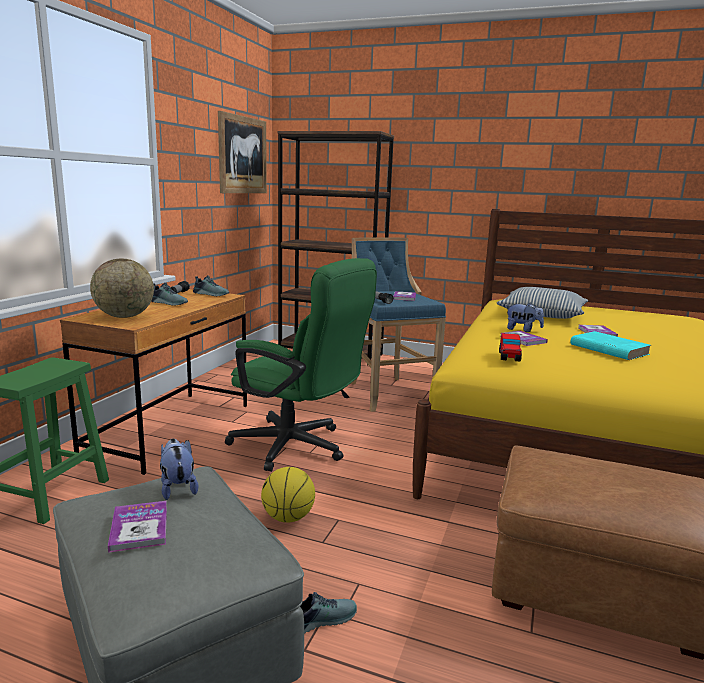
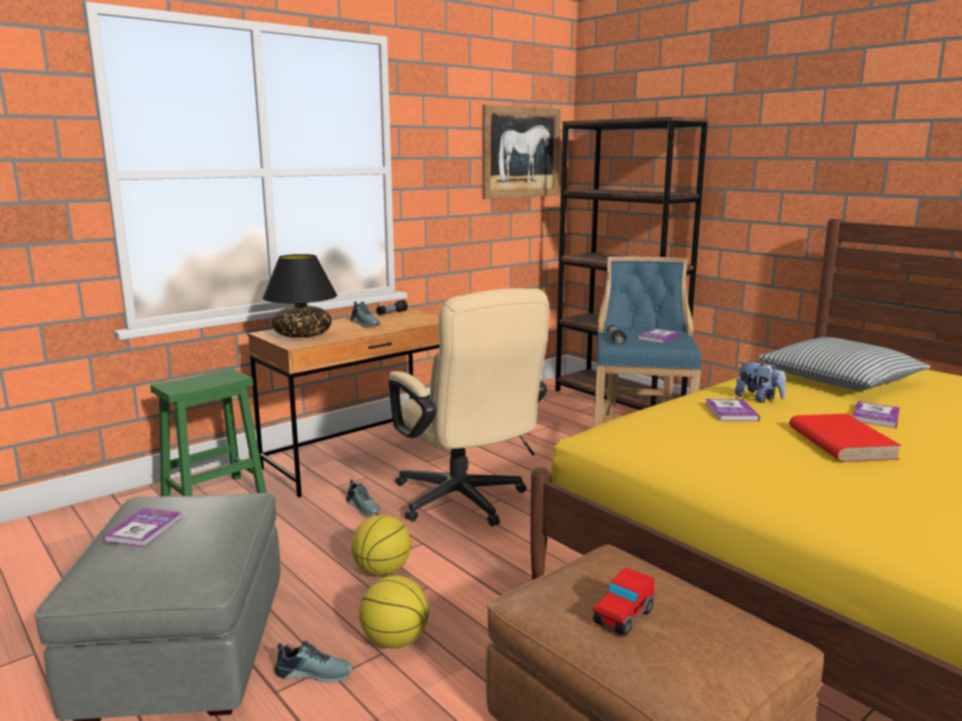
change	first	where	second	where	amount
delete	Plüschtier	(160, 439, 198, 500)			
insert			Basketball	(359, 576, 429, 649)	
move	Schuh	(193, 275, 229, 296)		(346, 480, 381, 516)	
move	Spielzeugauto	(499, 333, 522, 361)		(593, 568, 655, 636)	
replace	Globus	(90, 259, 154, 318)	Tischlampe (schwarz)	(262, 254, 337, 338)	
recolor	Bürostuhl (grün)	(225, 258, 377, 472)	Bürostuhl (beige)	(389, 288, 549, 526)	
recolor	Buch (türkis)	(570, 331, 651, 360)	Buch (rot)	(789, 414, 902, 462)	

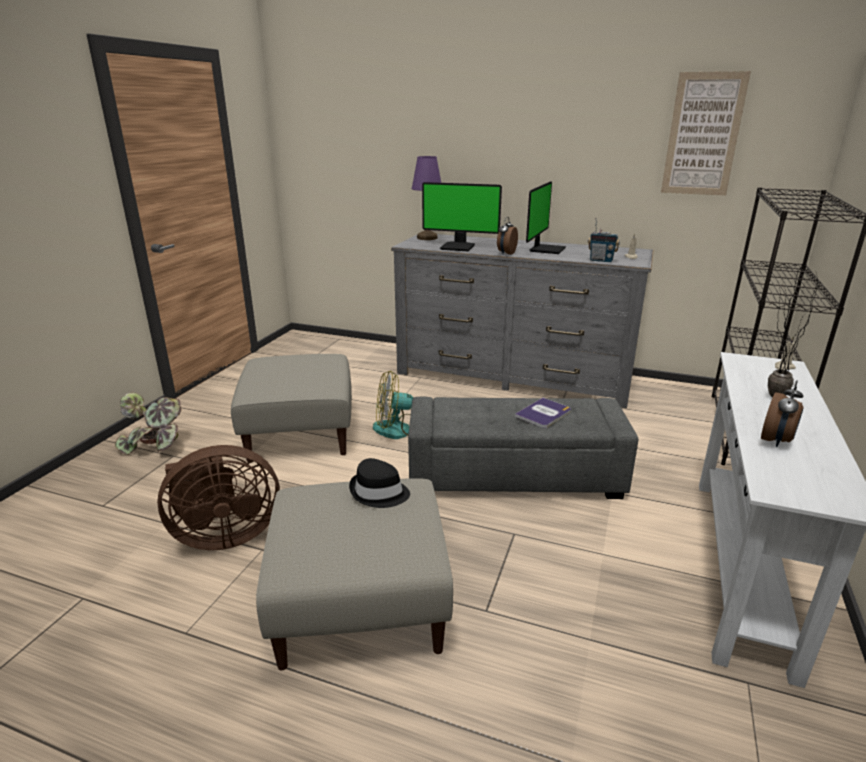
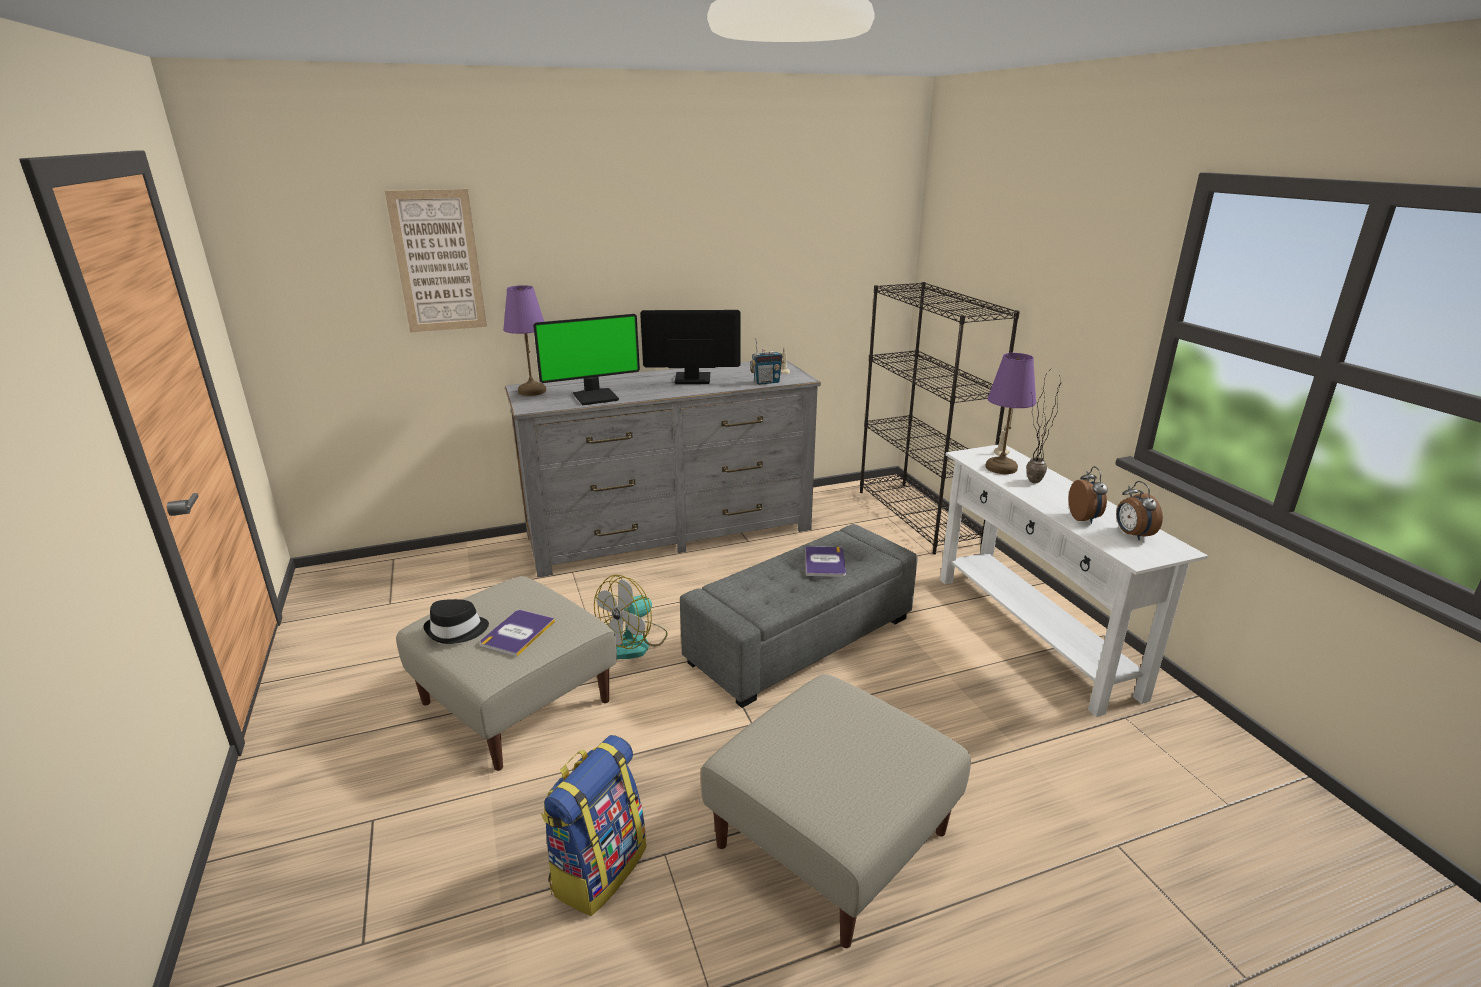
change	first	where	second	where	amount
delete	Topfpflanze	(115, 393, 182, 455)			
insert			Buch	(480, 610, 555, 657)	
insert			Tischlampe (lila)	(985, 353, 1036, 474)	
move	Hut (schwarz)	(349, 458, 410, 508)		(424, 599, 489, 644)	
move	Wecker	(497, 217, 518, 255)		(1116, 481, 1163, 540)	
move	Bild	(661, 71, 751, 195)		(385, 189, 487, 332)	
replace	Ventilator (braun)	(157, 445, 280, 550)	Rucksack	(541, 735, 646, 916)	
rotate	Monitor	(526, 181, 566, 254)		(640, 310, 740, 384)	75 degrees counterclockwise

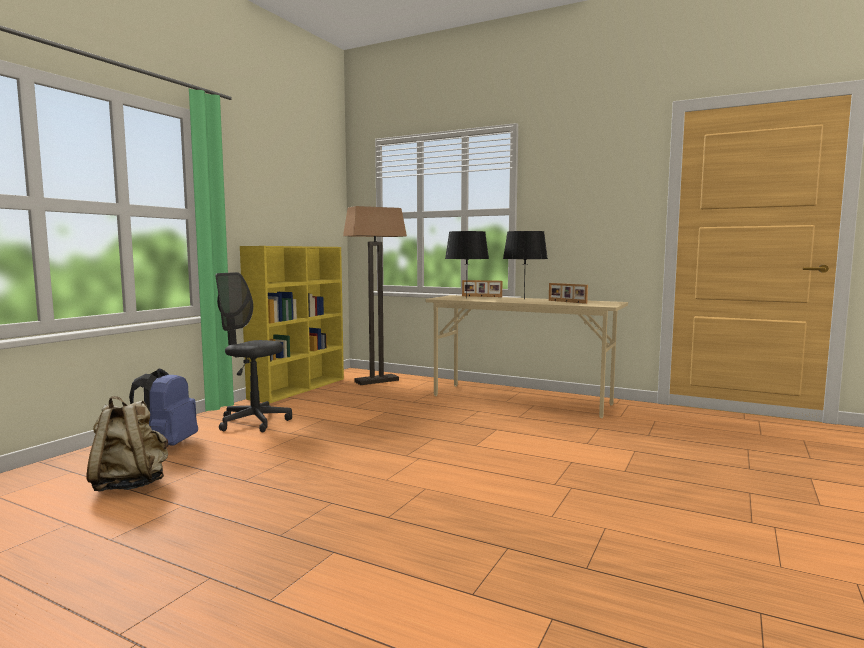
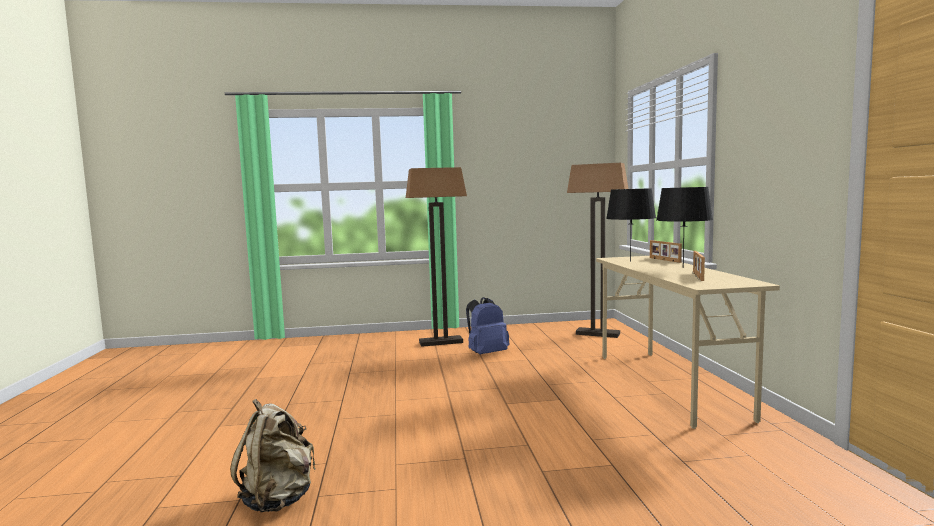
change	first	where	second	where	amount
delete	Bücherregal (gelb)	(240, 246, 344, 404)			
move	Rucksack (beige)	(87, 396, 168, 492)		(230, 399, 315, 512)	
move	Rucksack (blau)	(129, 368, 198, 446)		(466, 297, 509, 354)	
replace	Bürostuhl (grau)	(216, 272, 292, 432)	Stehlampe	(406, 167, 467, 347)	

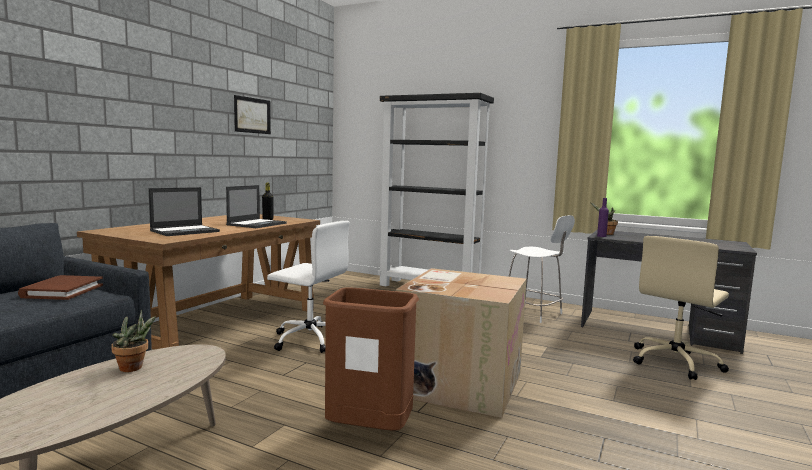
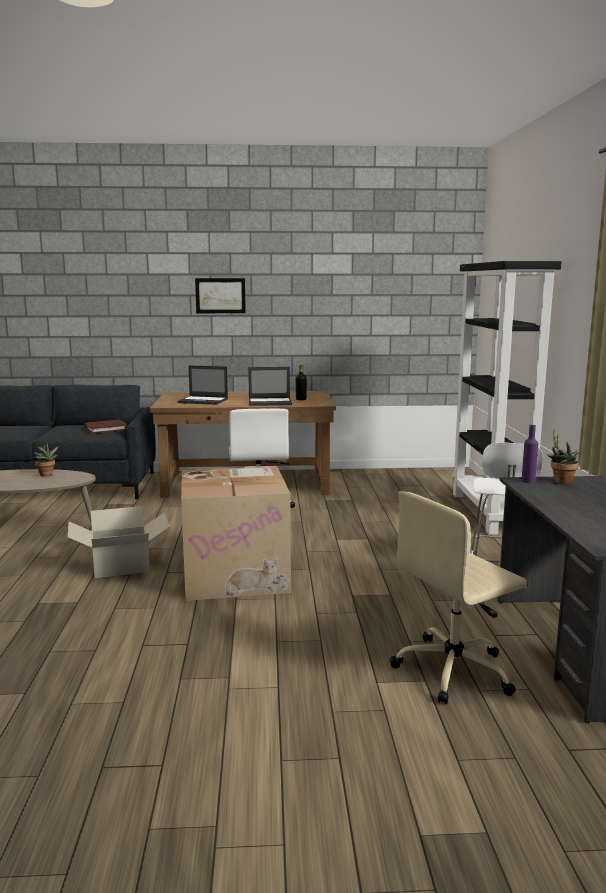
change	first	where	second	where	amount
move	Bild	(234, 95, 271, 134)		(195, 278, 246, 313)	
replace	Mülleimer (braun)	(323, 288, 419, 431)	Karton	(68, 506, 170, 578)	
rotate	Bürostuhl (beige)	(633, 236, 729, 380)		(390, 491, 527, 704)	45 degrees counterclockwise

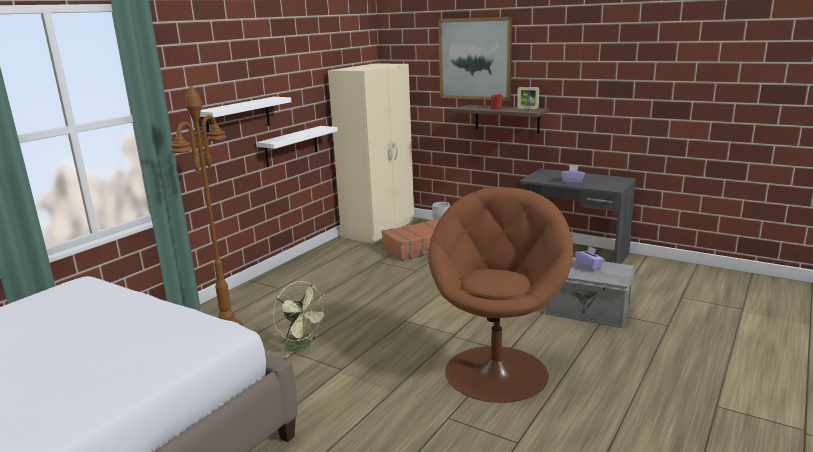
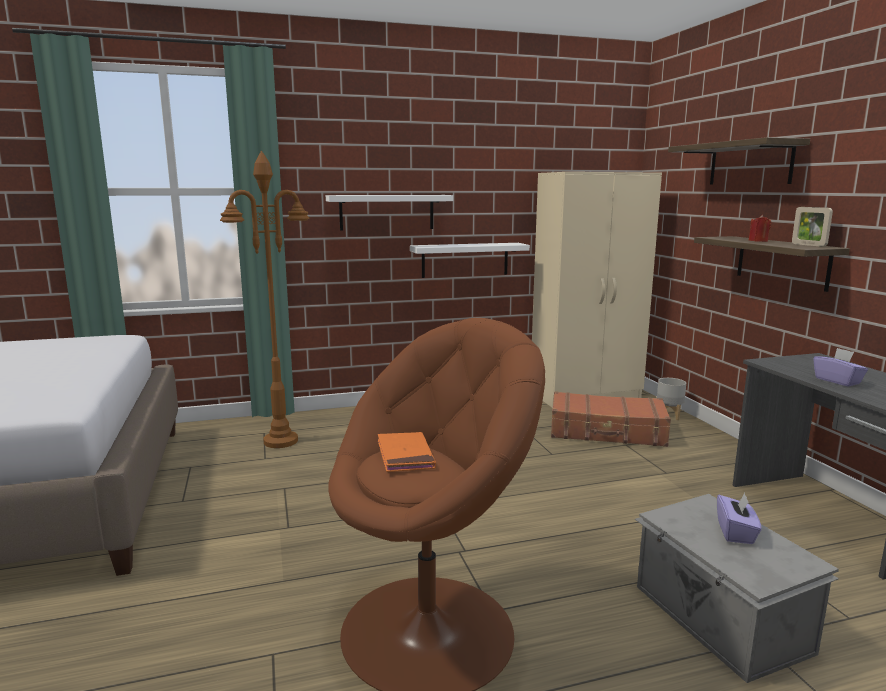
change	first	where	second	where	amount
delete	Ventilator (grün)	(273, 281, 328, 358)			
insert			Buch (orange)	(378, 432, 436, 472)	
replace	Bild	(438, 17, 512, 101)	Wandregal	(668, 137, 810, 184)	

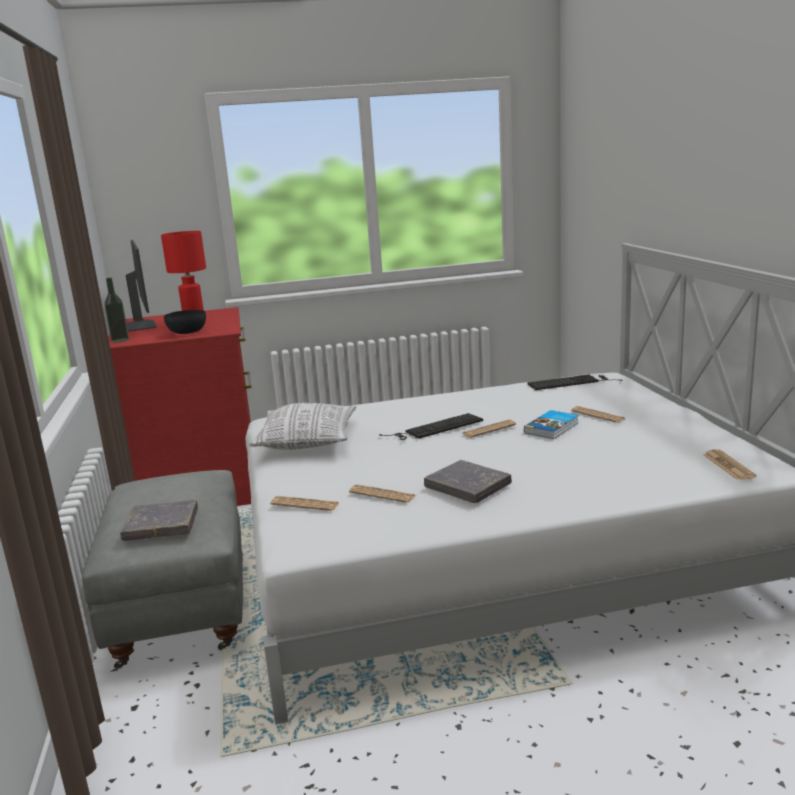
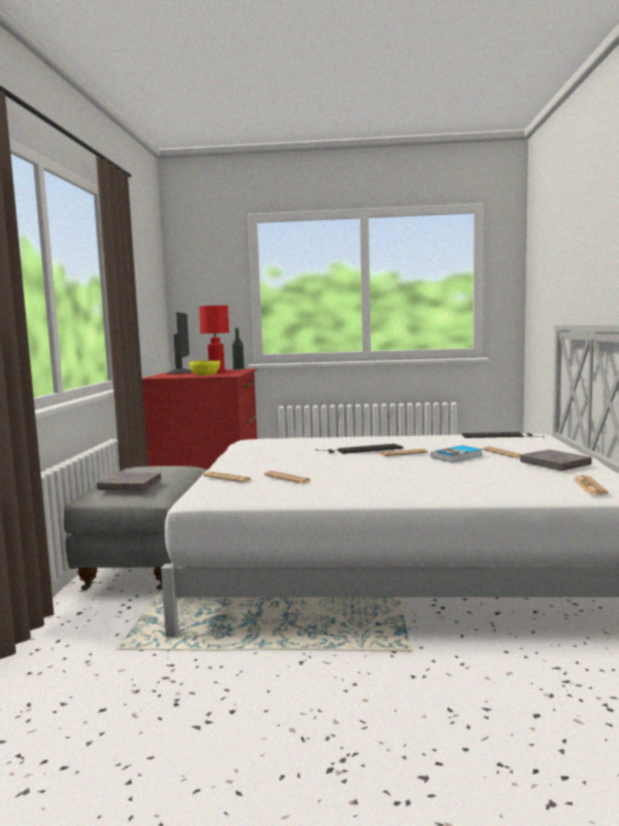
change	first	where	second	where	amount
delete	Kissen	(249, 403, 356, 450)			
move	Flasche	(104, 278, 129, 343)		(232, 328, 244, 370)	
move	Buch (grau)	(424, 460, 512, 503)		(520, 449, 592, 471)	
recolor	Schüssel (schwarz)	(164, 310, 206, 334)	Schüssel (gelb)	(190, 360, 220, 375)	

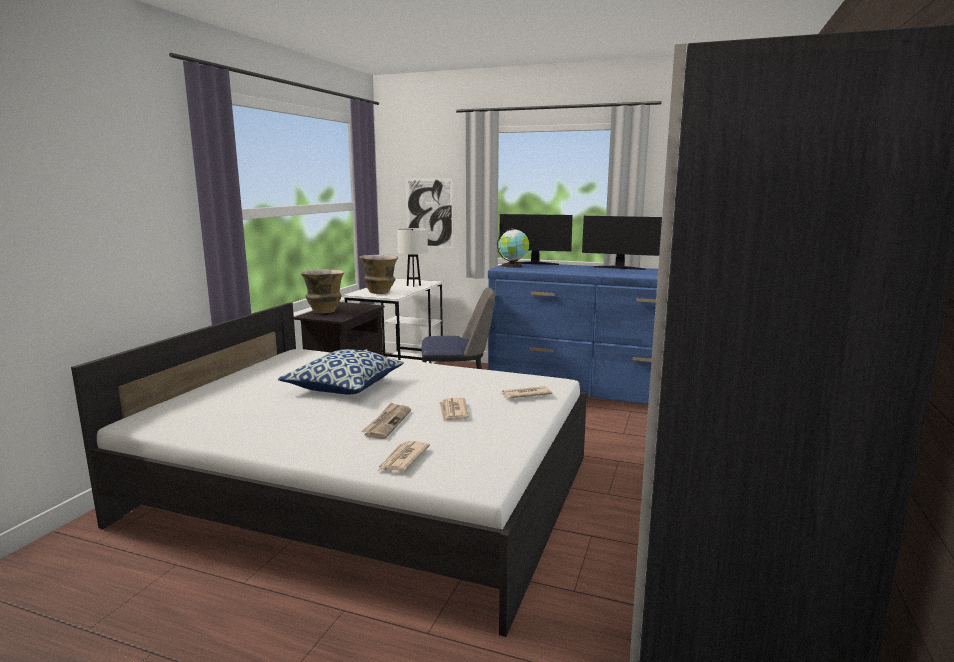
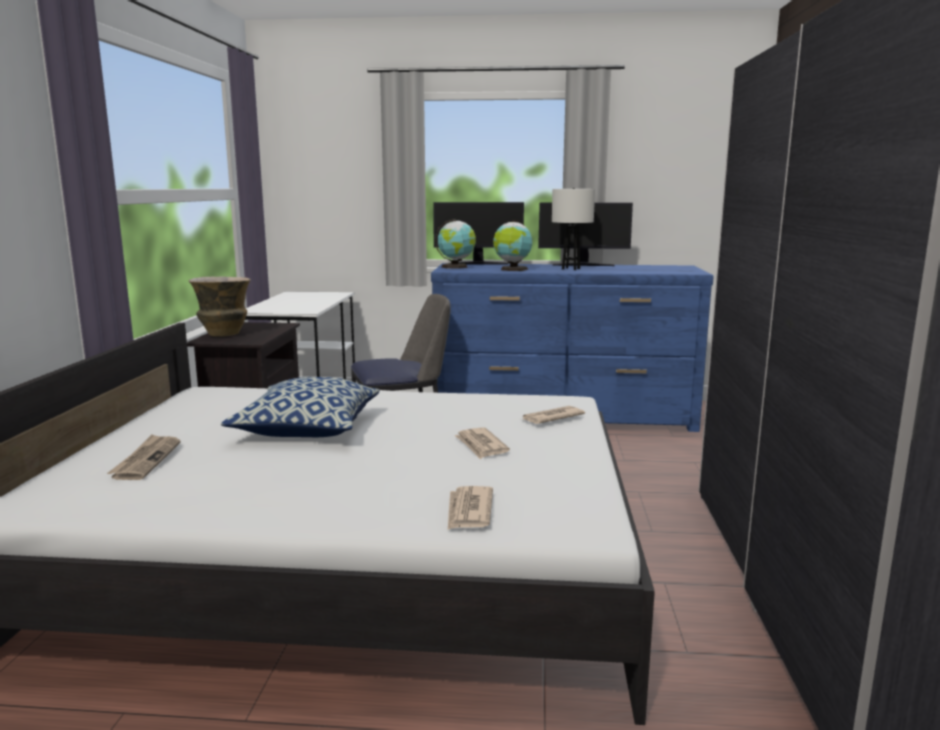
change	first	where	second	where	amount
delete	Vase	(360, 254, 398, 294)			
delete	Bild	(406, 178, 453, 248)			
insert			Globus	(493, 220, 532, 271)	
move	Zeitung	(361, 402, 411, 439)		(107, 434, 181, 480)	
move	Tischlampe (weiß)	(397, 228, 428, 287)		(552, 188, 595, 270)	

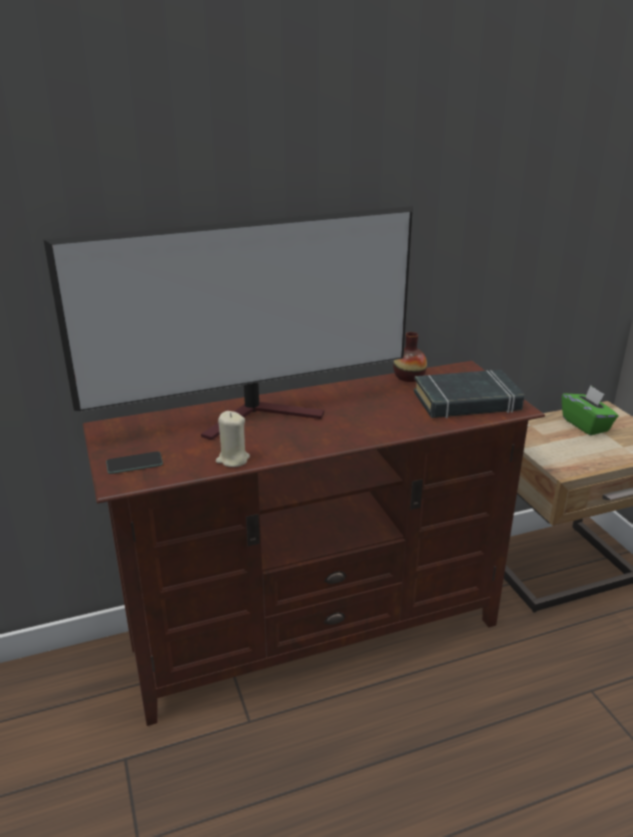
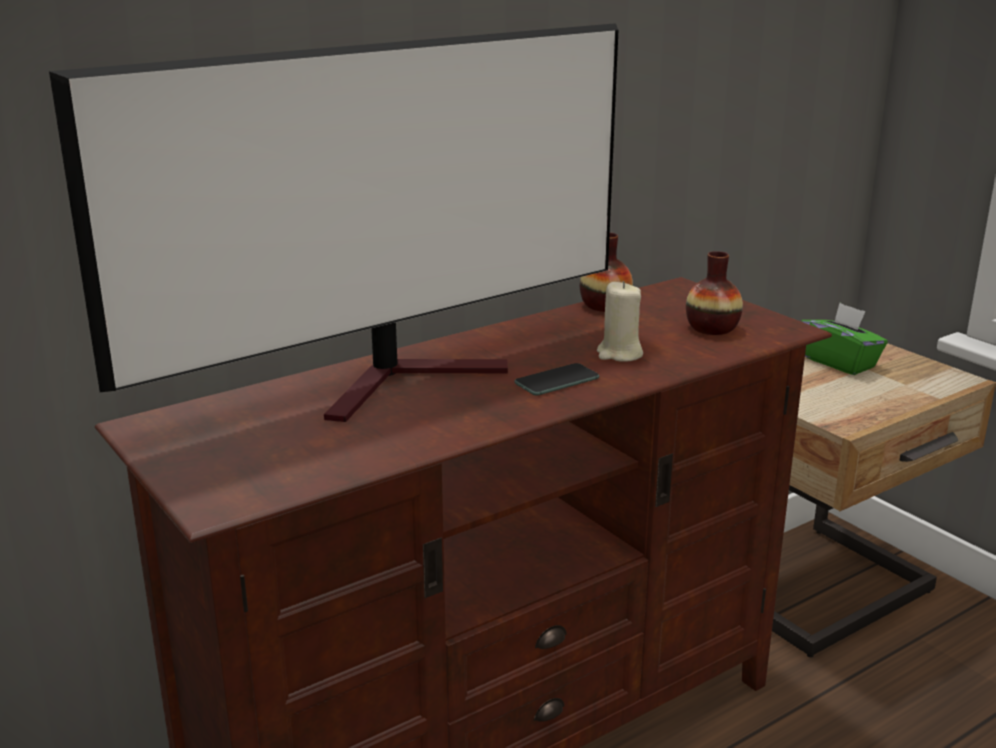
change	first	where	second	where	amount
move	Handy	(106, 451, 163, 474)		(514, 363, 599, 395)	
move	Kerze (beige)	(216, 411, 250, 467)		(597, 281, 643, 362)	
replace	Buch (schwarz)	(414, 370, 525, 419)	Vase	(686, 251, 743, 335)	

